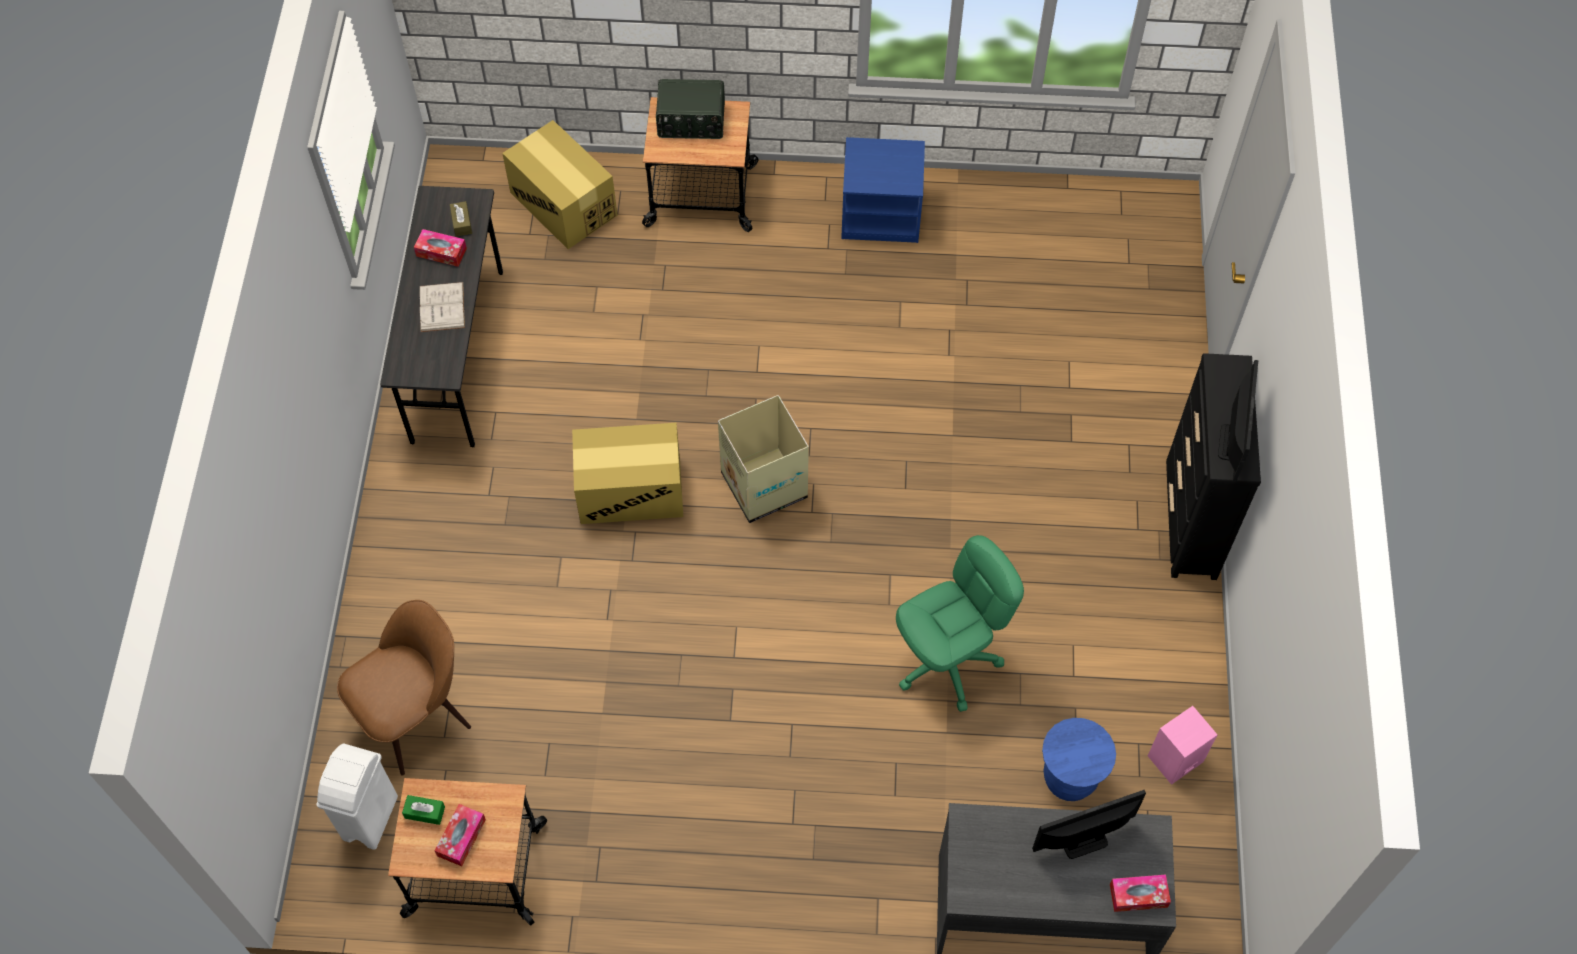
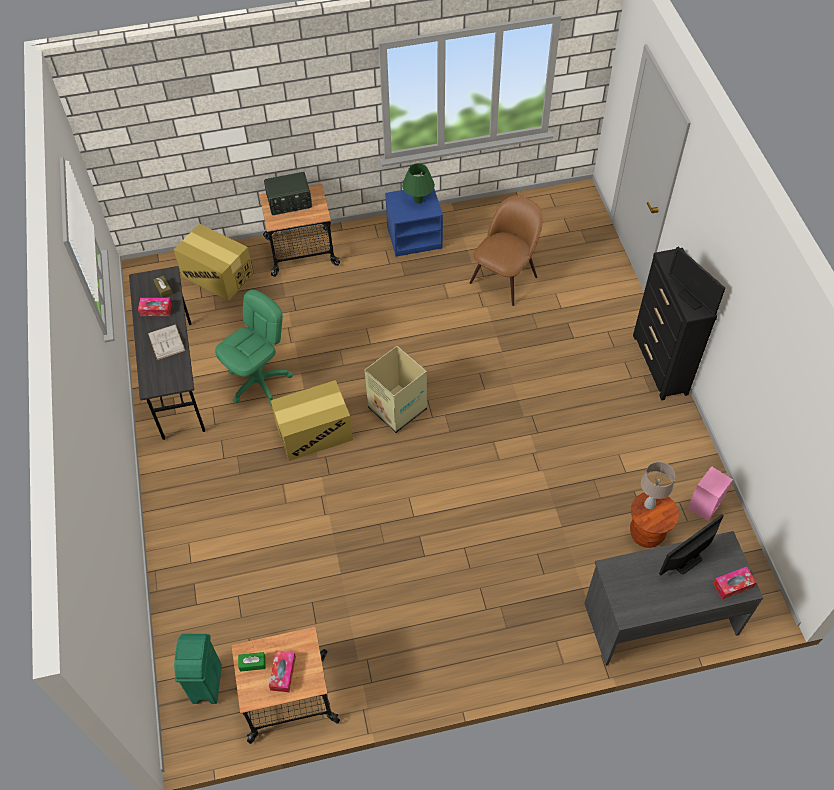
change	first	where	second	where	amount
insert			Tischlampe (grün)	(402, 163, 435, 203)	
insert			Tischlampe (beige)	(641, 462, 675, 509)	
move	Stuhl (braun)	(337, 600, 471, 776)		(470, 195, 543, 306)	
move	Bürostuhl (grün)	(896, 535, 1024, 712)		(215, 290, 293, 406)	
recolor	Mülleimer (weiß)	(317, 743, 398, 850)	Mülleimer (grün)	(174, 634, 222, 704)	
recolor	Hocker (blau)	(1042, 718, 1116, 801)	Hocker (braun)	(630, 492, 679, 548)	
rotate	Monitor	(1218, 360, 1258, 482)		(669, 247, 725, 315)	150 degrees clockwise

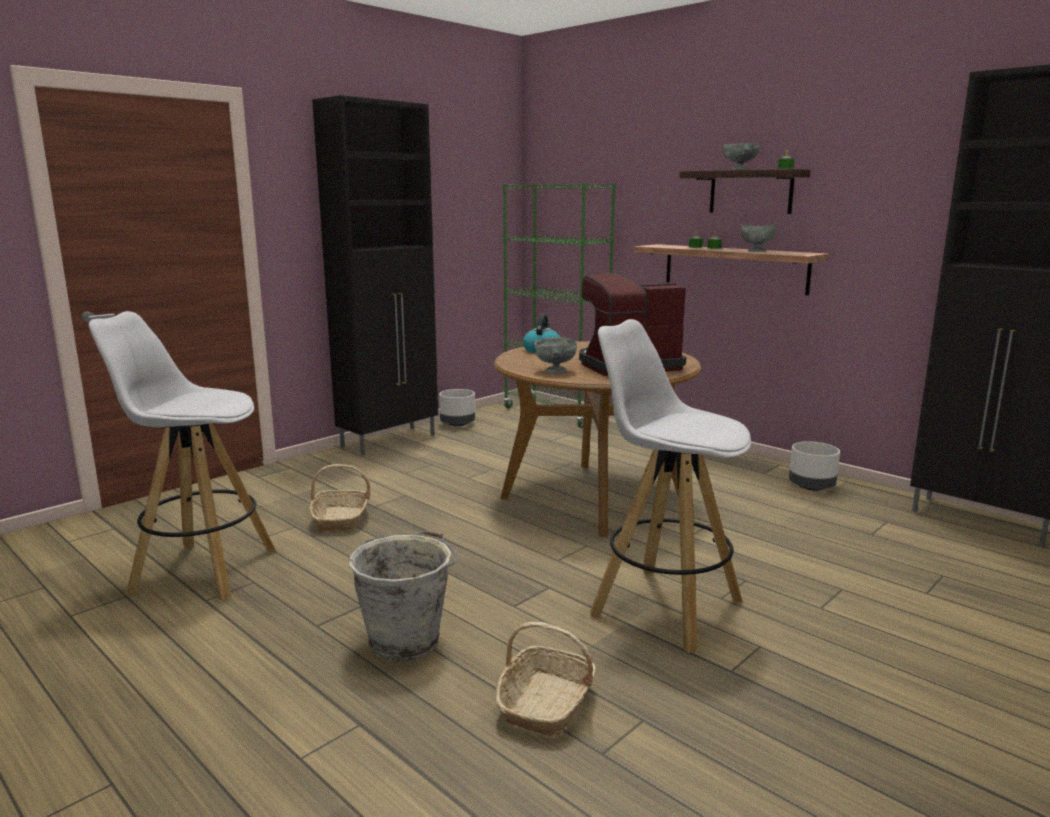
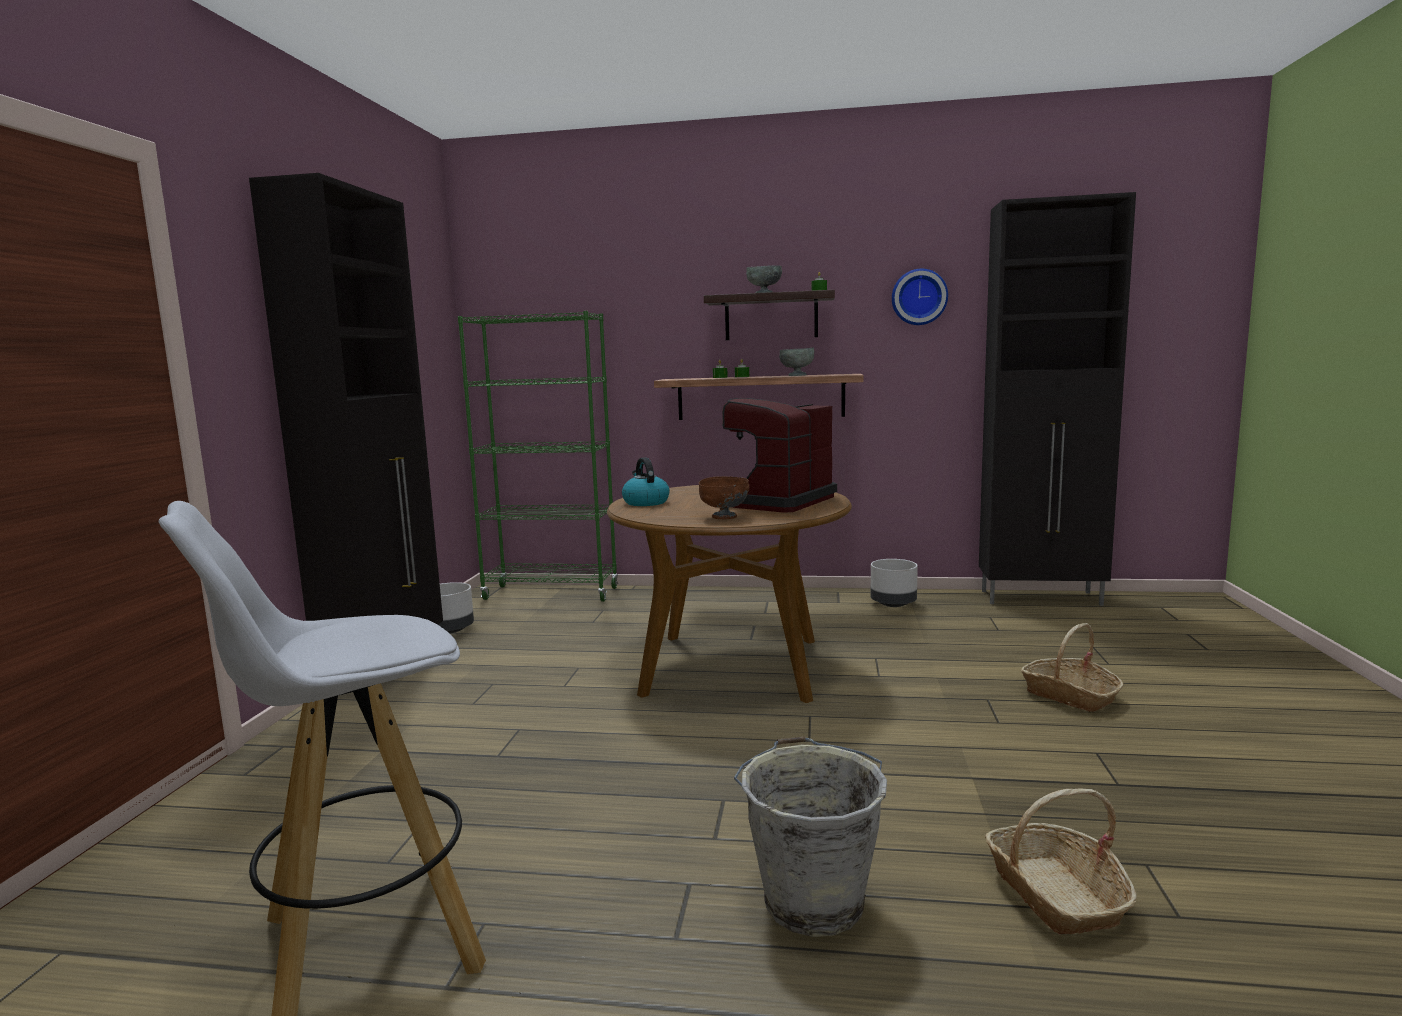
change	first	where	second	where	amount
delete	Hocker (weiß)	(590, 319, 751, 653)			
insert			Wanduhr	(892, 269, 948, 325)	
move	Korb	(309, 464, 371, 531)		(1021, 623, 1124, 712)	
recolor	Schüssel (grau)	(534, 337, 577, 373)	Schüssel (braun)	(699, 476, 749, 519)	

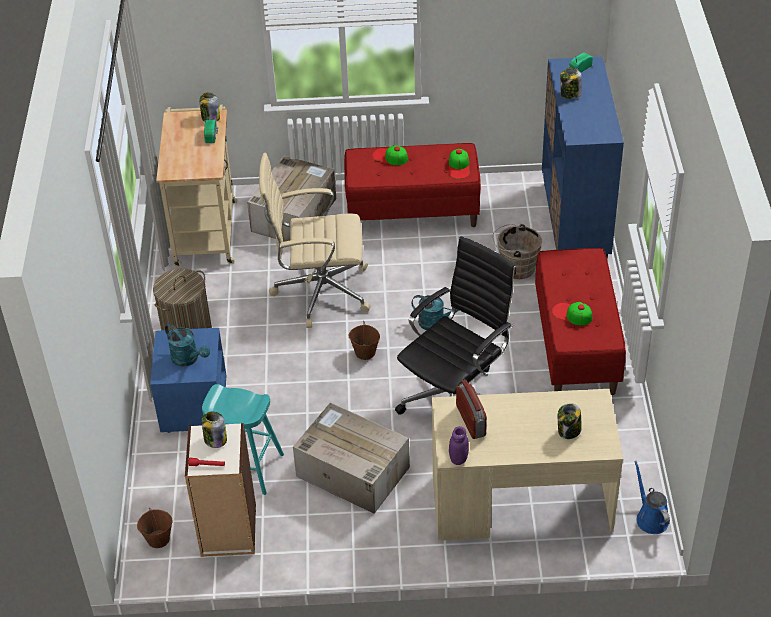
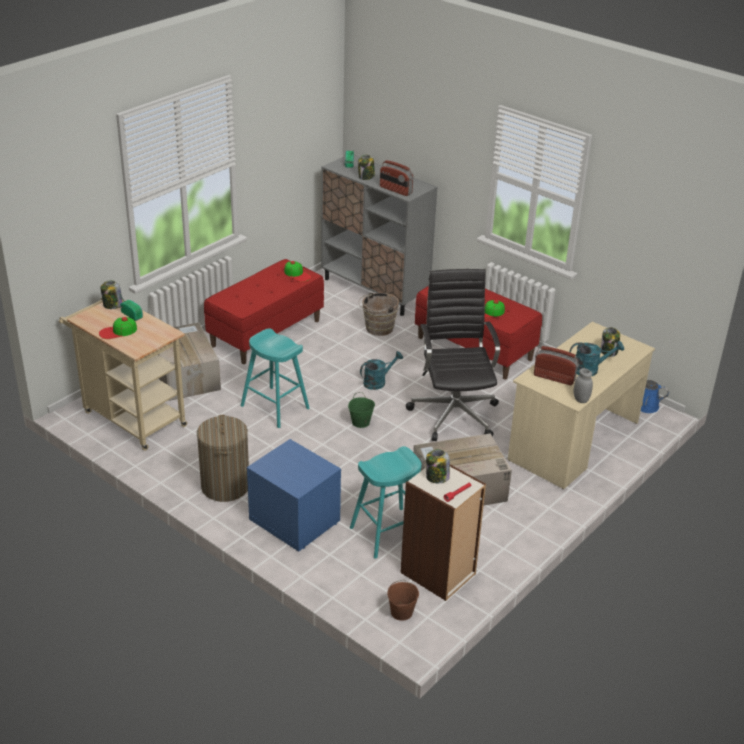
change	first	where	second	where	amount
insert			Radio	(380, 160, 413, 196)	
move	Gießkanne (türkis)	(165, 323, 210, 366)		(570, 341, 624, 376)	
move	Kappe	(372, 145, 408, 165)		(99, 317, 137, 339)	
replace	Bürostuhl (beige)	(259, 153, 370, 328)	Hocker (türkis)	(241, 328, 310, 428)	
recolor	Eimer (braun)	(348, 321, 380, 360)	Eimer (grün)	(348, 392, 375, 428)	
recolor	Vorratsglas (lila)	(449, 426, 469, 465)	Vorratsglas (grau)	(573, 368, 593, 403)	
recolor	Schrank (blau)	(542, 56, 624, 260)	Schrank (grau)	(321, 155, 437, 316)	

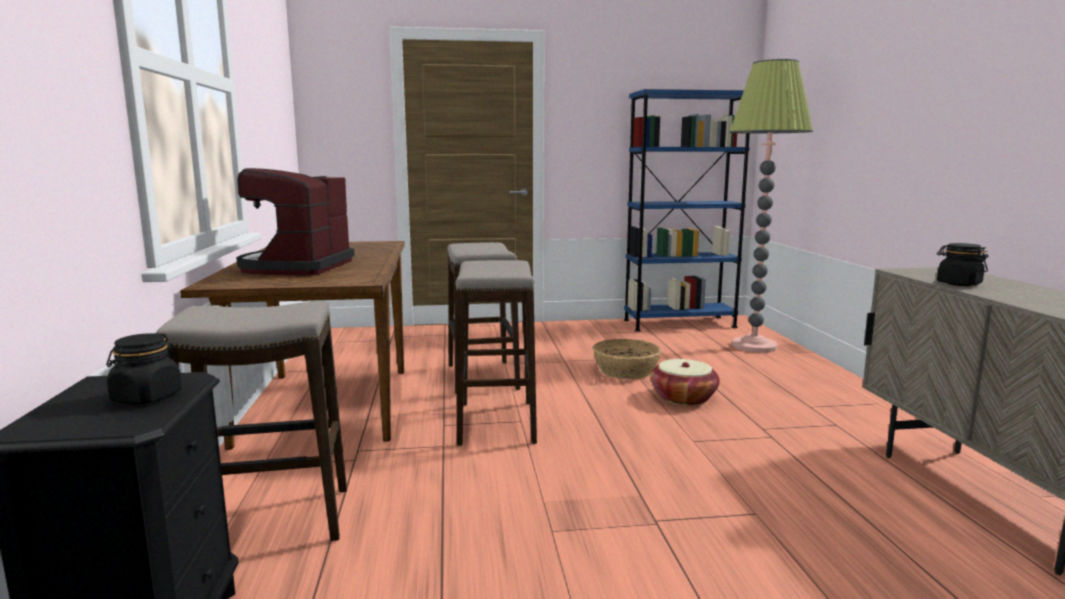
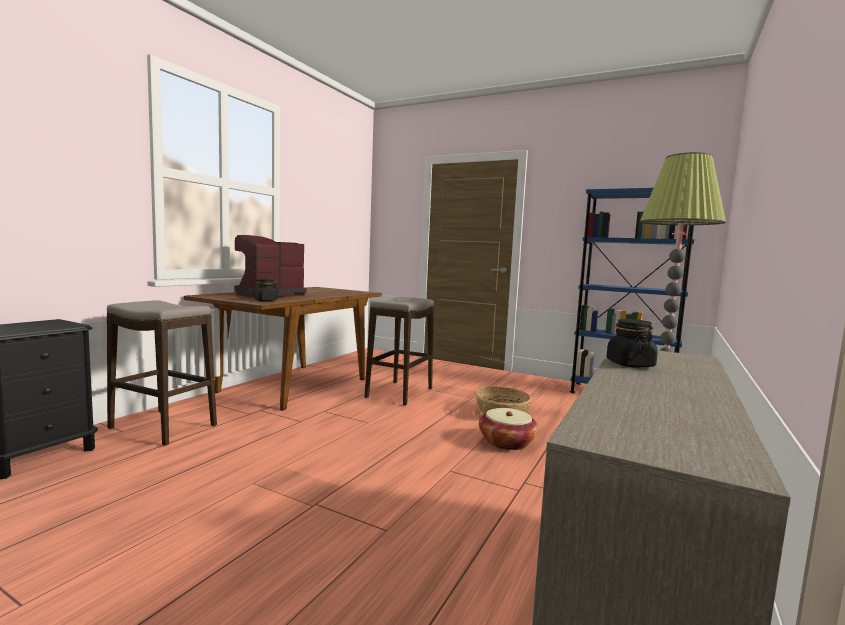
change	first	where	second	where	amount
delete	Hocker	(455, 260, 537, 446)			
move	Vorratsglas (schwarz)	(106, 333, 182, 404)		(253, 278, 278, 302)	

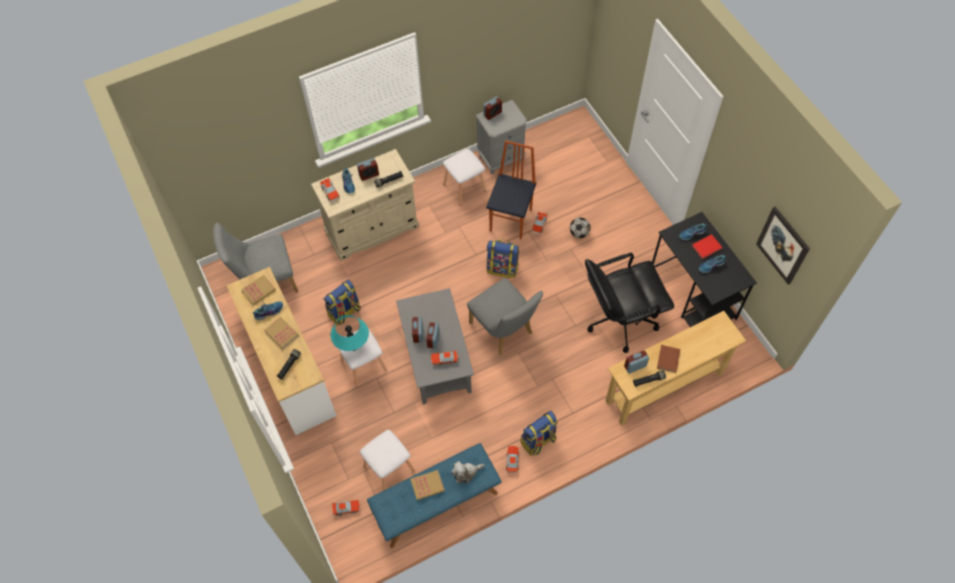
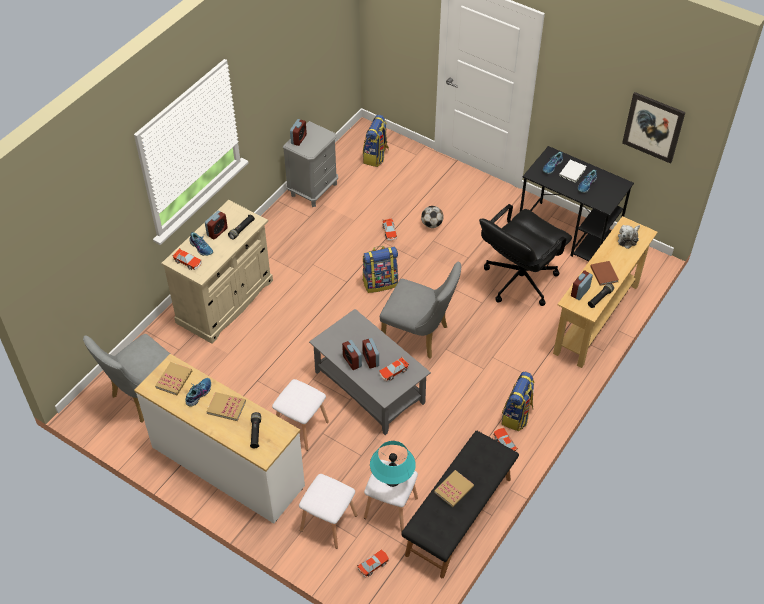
change	first	where	second	where	amount
delete	Stuhl	(486, 140, 536, 239)			
move	Rucksack	(323, 280, 361, 326)		(363, 115, 389, 167)	
move	Tischlampe (türkis)	(331, 315, 369, 351)		(370, 441, 416, 487)	
move	Hocker (weiß)	(443, 149, 486, 206)		(299, 474, 357, 549)	
move	Plüschtier	(451, 461, 485, 483)		(618, 225, 640, 249)	
recolor	Bank (blau)	(367, 443, 502, 548)	Bank (schwarz)	(401, 431, 519, 578)	
recolor	Buch (rot)	(692, 234, 723, 259)	Buch (weiß)	(559, 160, 587, 183)	

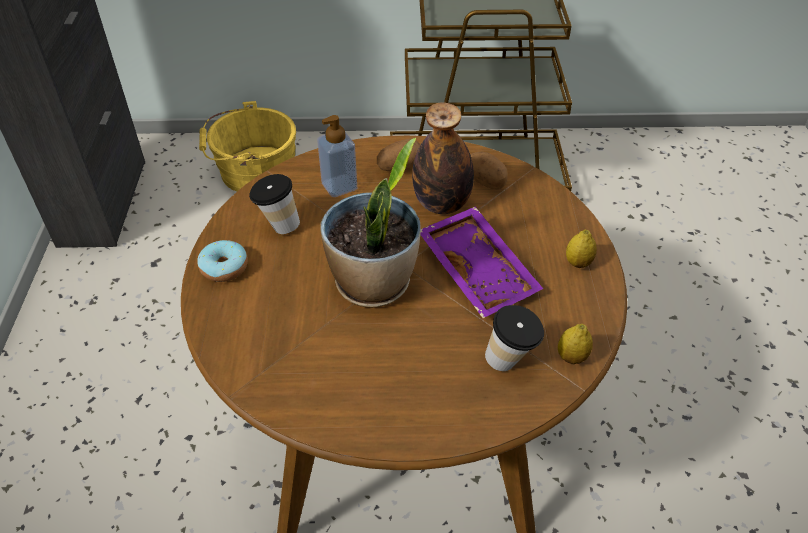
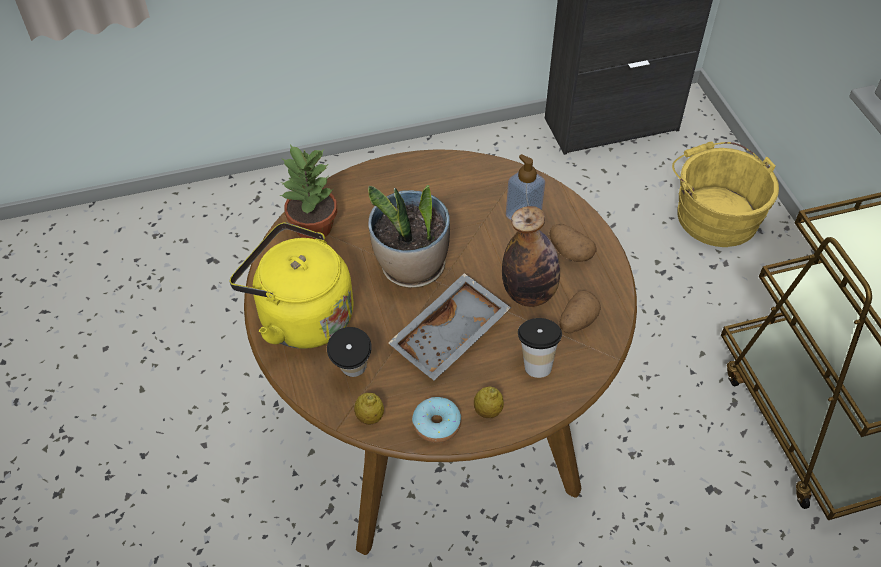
change	first	where	second	where	amount
insert			Wasserkessel (gelb)	(230, 222, 353, 349)	
insert			Topfpflanze	(279, 145, 337, 239)	
move	Donut	(197, 240, 248, 282)		(412, 397, 461, 443)	
move	Tasse	(249, 174, 300, 234)		(518, 318, 562, 378)	
recolor	Tablett (lila)	(420, 207, 543, 318)	Tablett (grau)	(388, 273, 511, 380)	

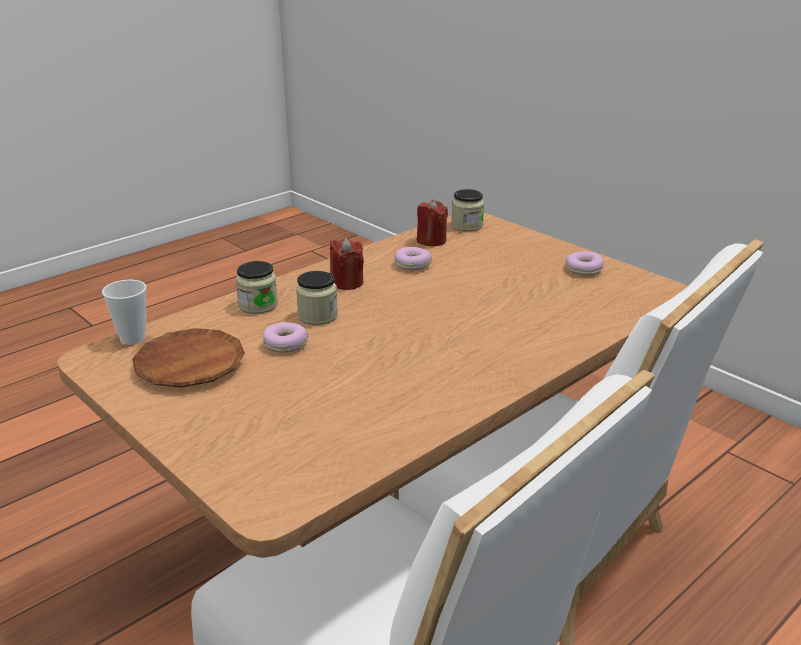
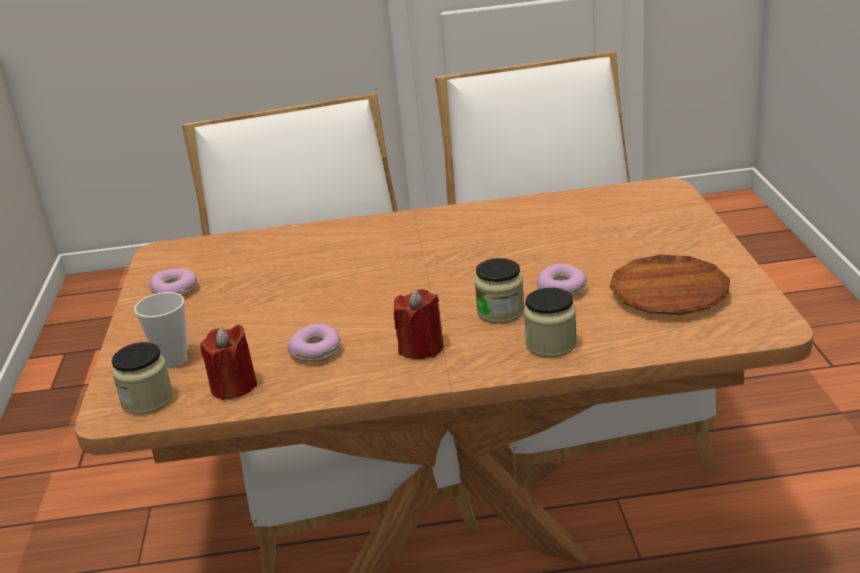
change	first	where	second	where	amount
move	Tasse	(102, 280, 146, 345)		(134, 292, 188, 368)	

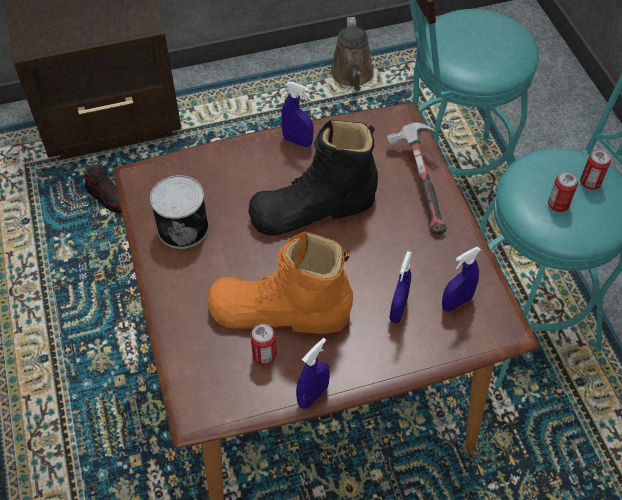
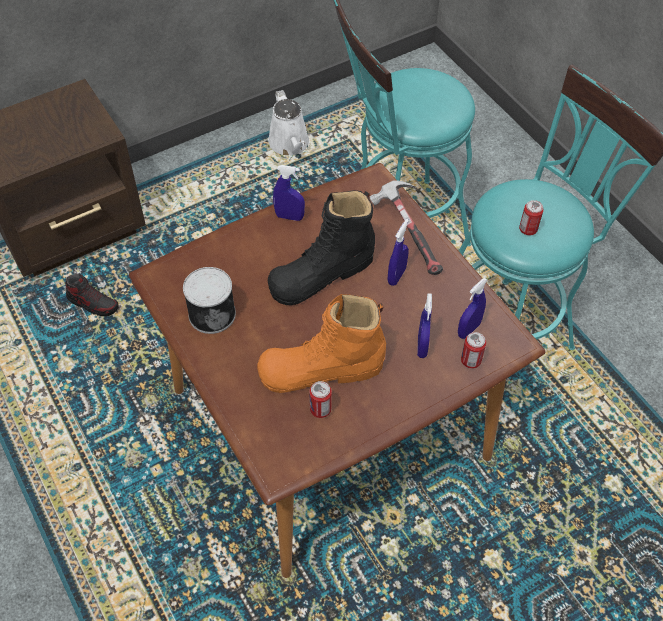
change	first	where	second	where	amount
move	Sprühflasche (blau)	(296, 338, 330, 409)		(388, 219, 409, 286)	
move	Dose	(580, 150, 611, 190)		(461, 332, 486, 369)	
recolor	Gießkanne (braun)	(331, 17, 374, 86)	Gießkanne (weiß)	(268, 90, 310, 155)	

